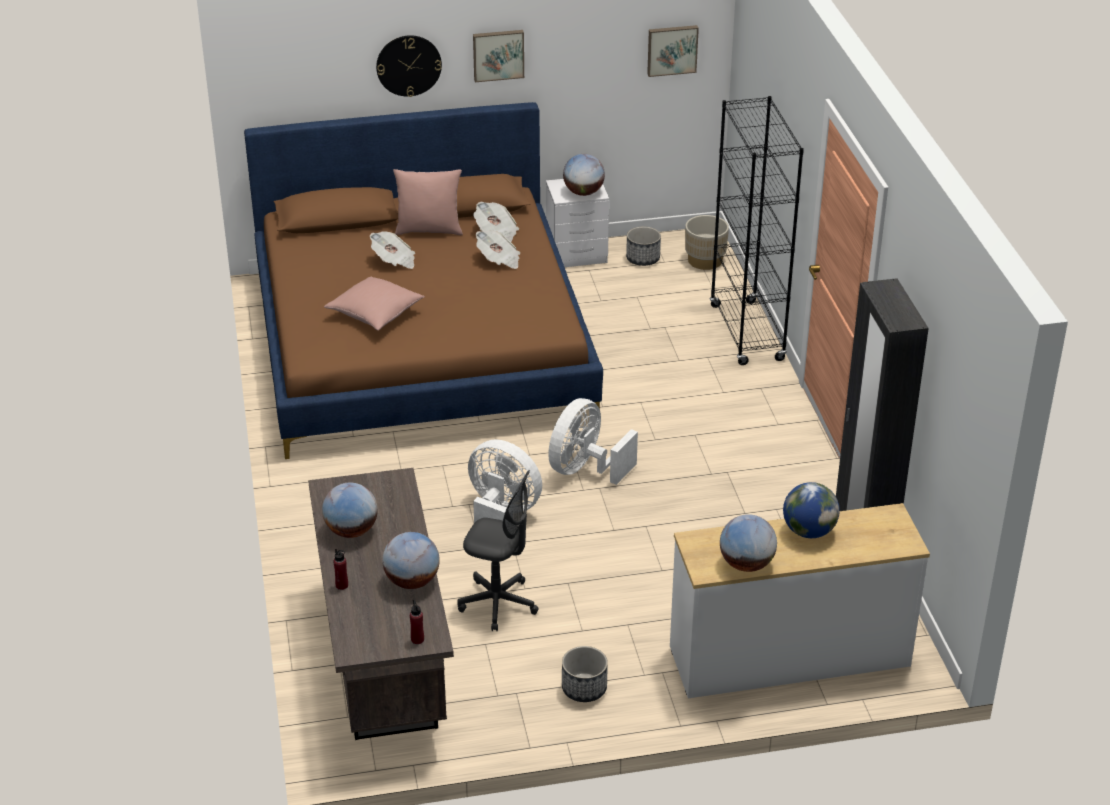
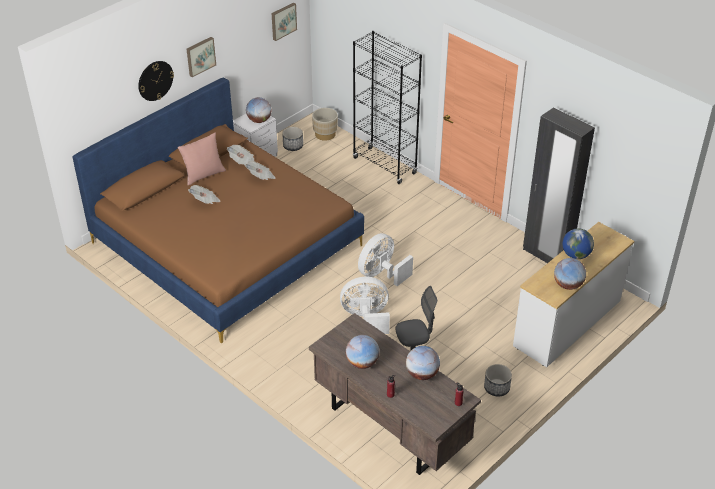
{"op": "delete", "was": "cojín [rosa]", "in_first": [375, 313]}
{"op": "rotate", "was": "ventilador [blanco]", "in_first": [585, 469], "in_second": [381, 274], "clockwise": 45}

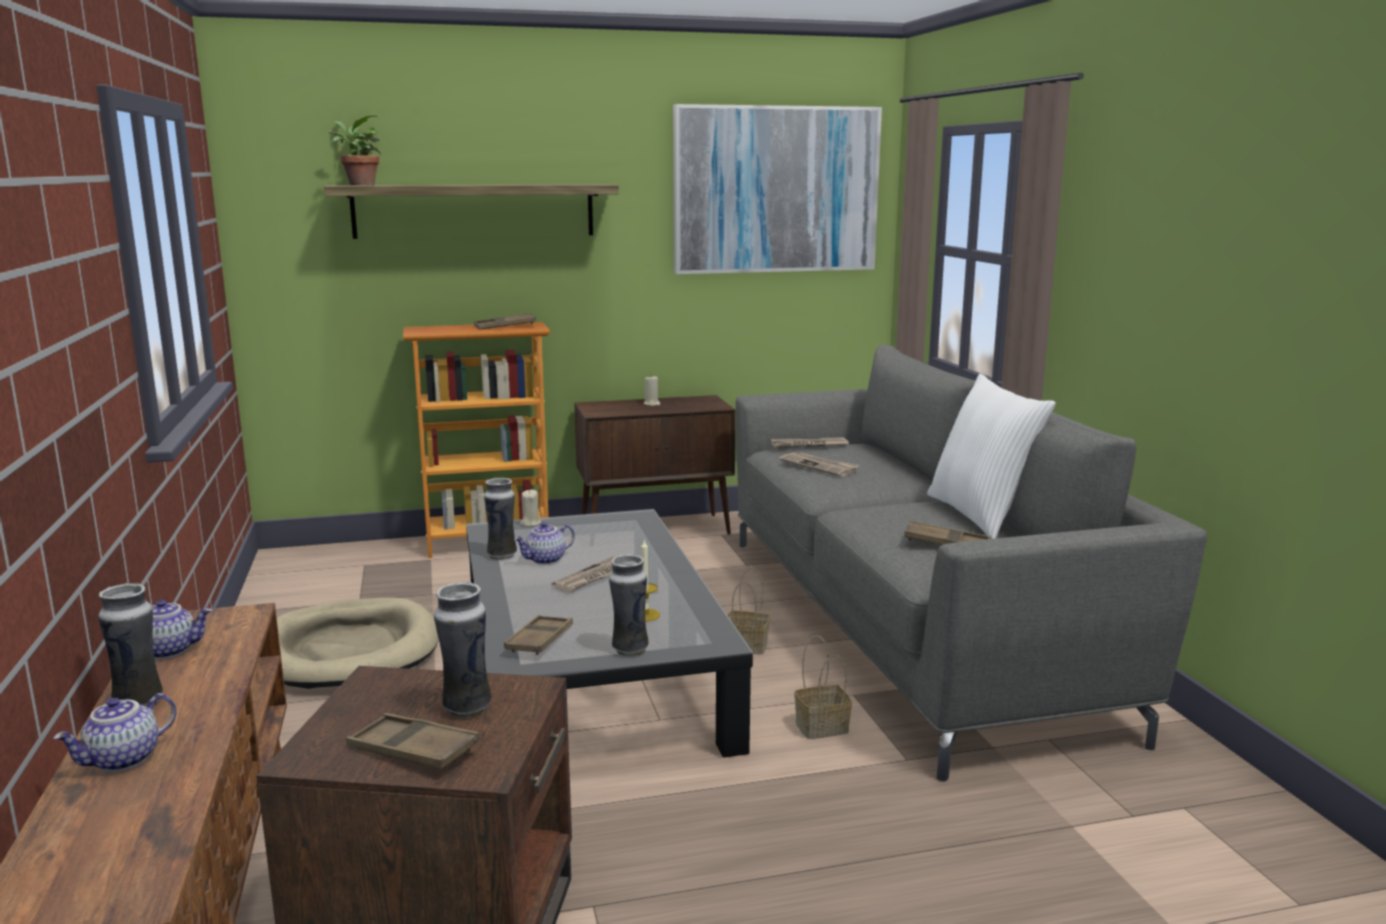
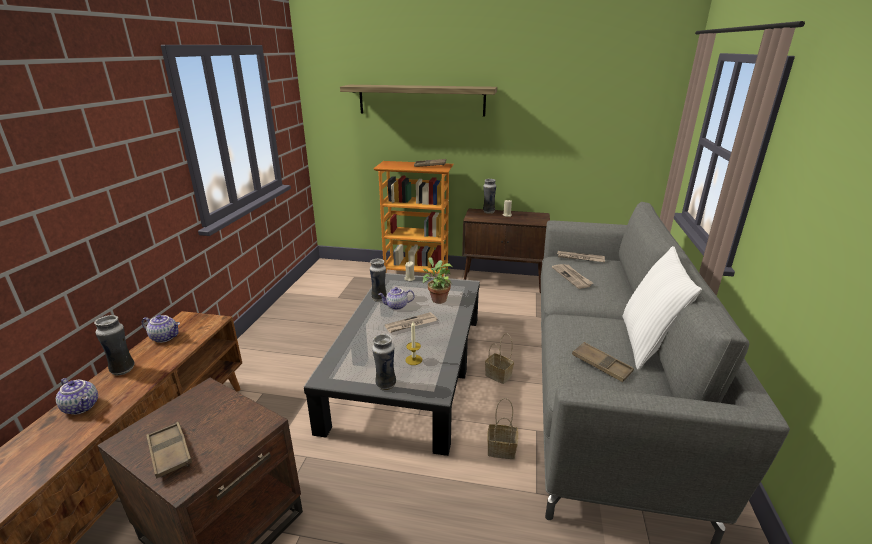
{"op": "delete", "was": "cama para perro [beis]", "in_first": [349, 651]}
{"op": "delete", "was": "bandeja [marrón]", "in_first": [539, 640]}
{"op": "delete", "was": "cuadro", "in_first": [775, 190]}
{"op": "move", "was": "planta en maceta", "in_first": [359, 185], "in_second": [437, 299]}
{"op": "move", "was": "florero", "in_first": [466, 708], "in_second": [488, 212]}
{"op": "rotate", "was": "tetera", "in_first": [123, 760], "in_second": [82, 407], "clockwise": -120}

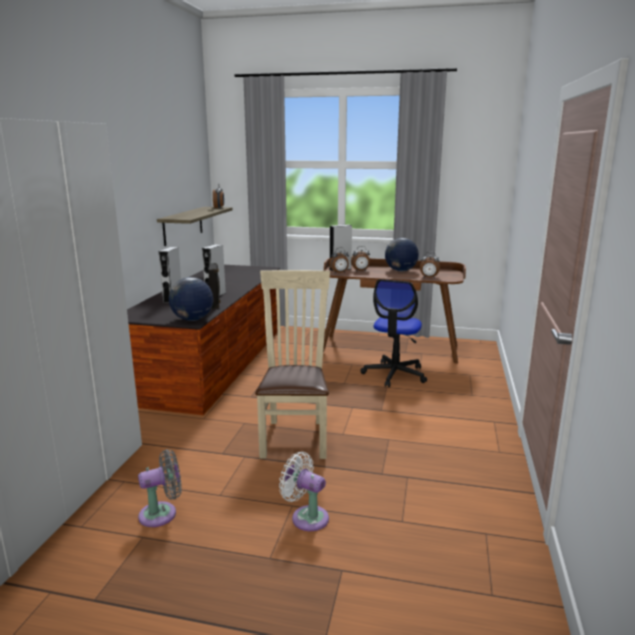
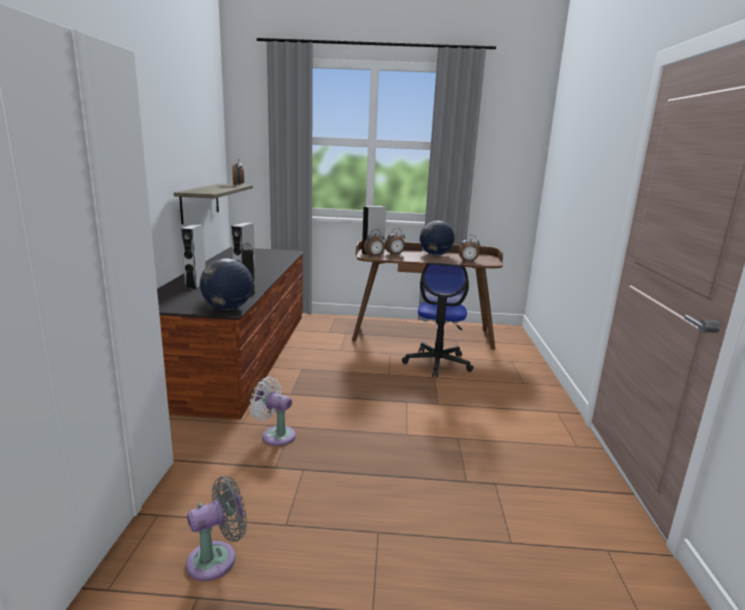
{"op": "delete", "was": "silla [beis]", "in_first": [295, 436]}
{"op": "move", "was": "ventilador [blanco]", "in_first": [306, 517], "in_second": [275, 435]}

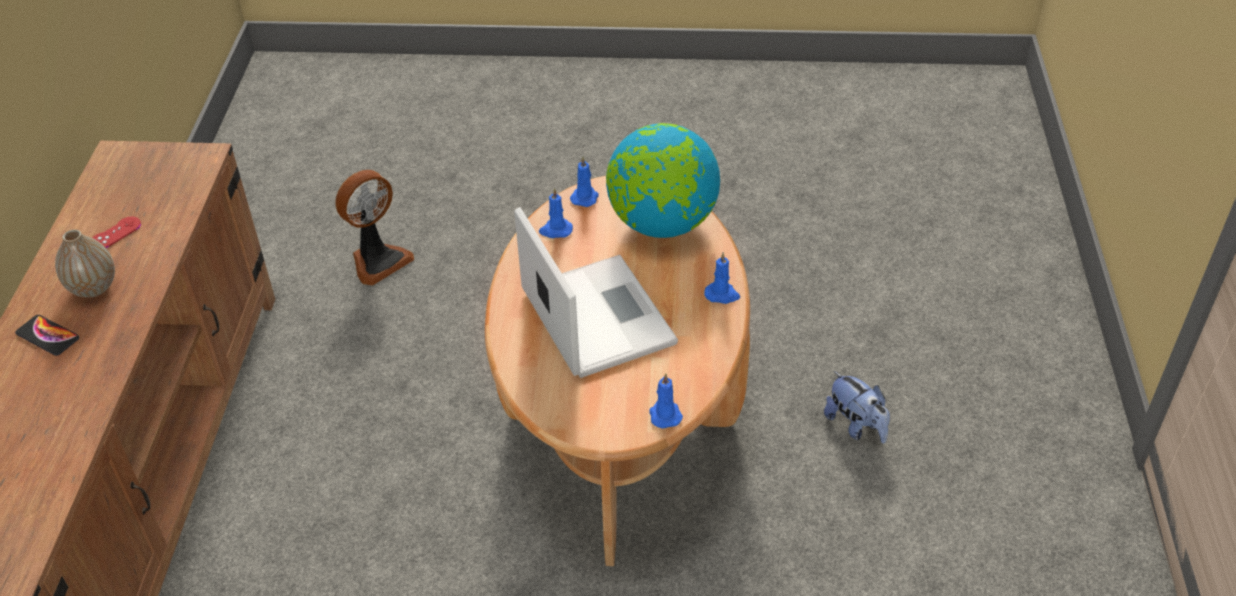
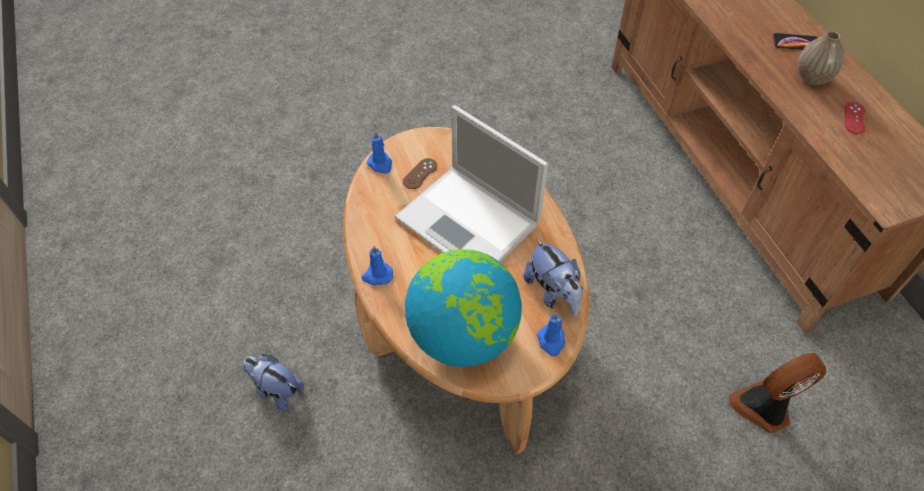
{"op": "insert", "now": "mando de consola [marrón]", "in_second": [420, 174]}
{"op": "replace", "was": "vela [azul]", "now": "peluche", "in_first": [555, 230], "in_second": [553, 292]}
{"op": "rotate", "was": "ventilador", "in_first": [378, 260], "in_second": [764, 408], "clockwise": 45}

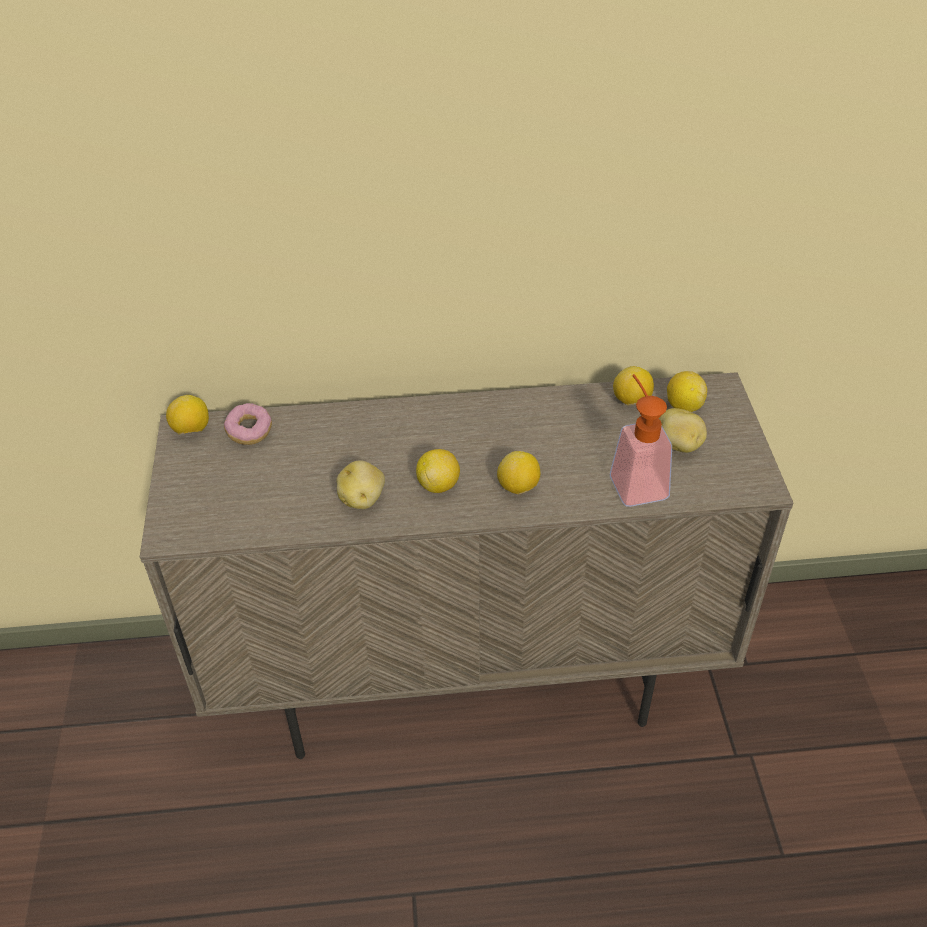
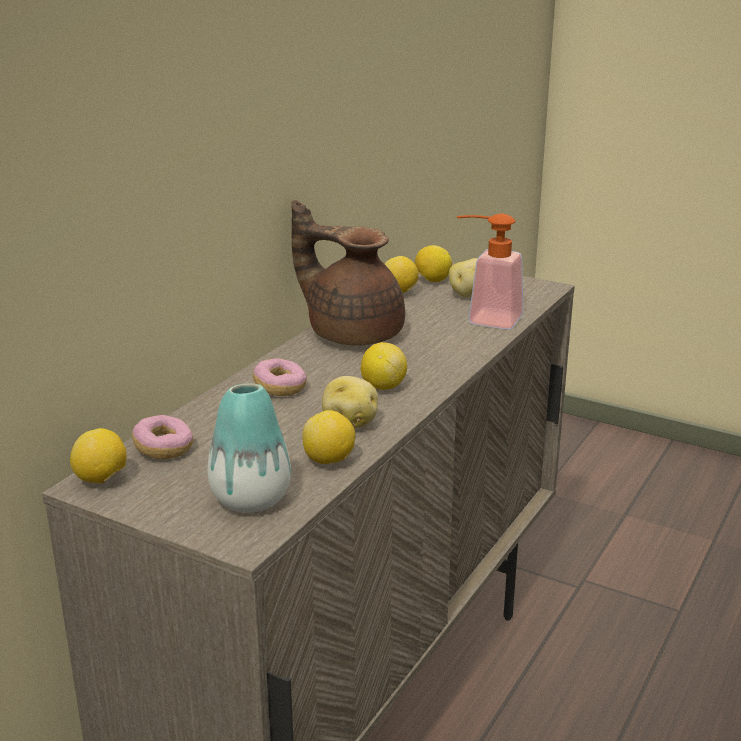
{"op": "insert", "now": "florero", "in_second": [251, 499]}
{"op": "insert", "now": "rosquilla", "in_second": [280, 388]}
{"op": "insert", "now": "tetera [marrón]", "in_second": [352, 332]}
{"op": "move", "was": "limón", "in_first": [518, 487], "in_second": [329, 460]}

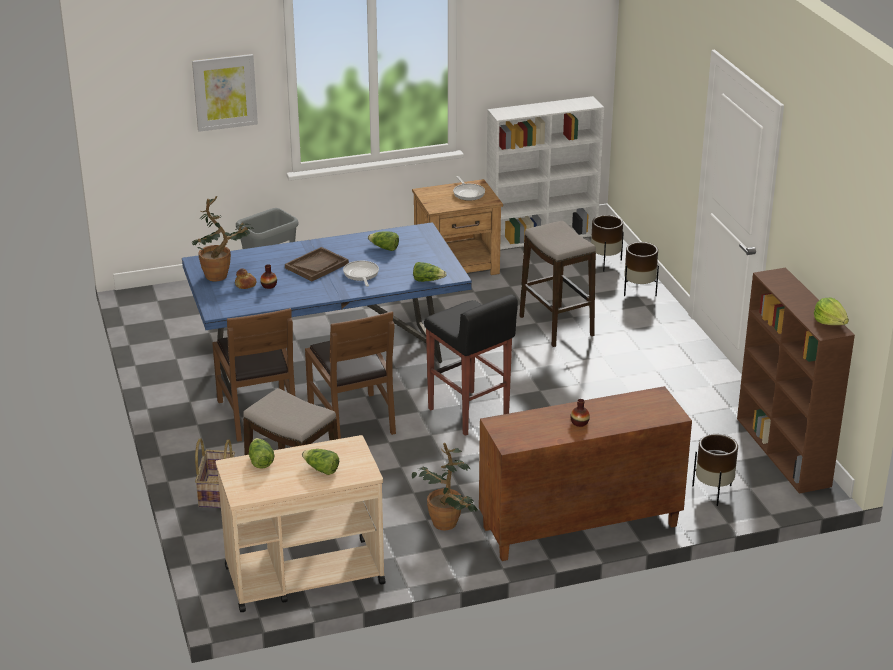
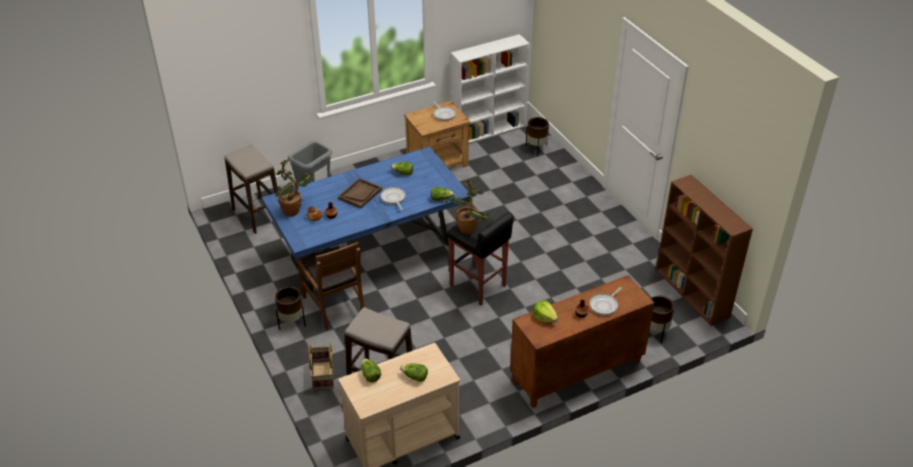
{"op": "delete", "was": "cuadro", "in_first": [225, 92]}
{"op": "delete", "was": "silla [marrón]", "in_first": [352, 419]}
{"op": "insert", "now": "sartén", "in_second": [604, 305]}
{"op": "move", "was": "planta en maceta", "in_first": [447, 527], "in_second": [469, 231]}
{"op": "move", "was": "taburete", "in_first": [556, 326], "in_second": [257, 216]}
{"op": "move", "was": "maceta [marrón]", "in_first": [639, 291], "in_second": [292, 322]}
{"op": "move", "was": "lechuga", "in_first": [830, 322], "in_second": [545, 317]}

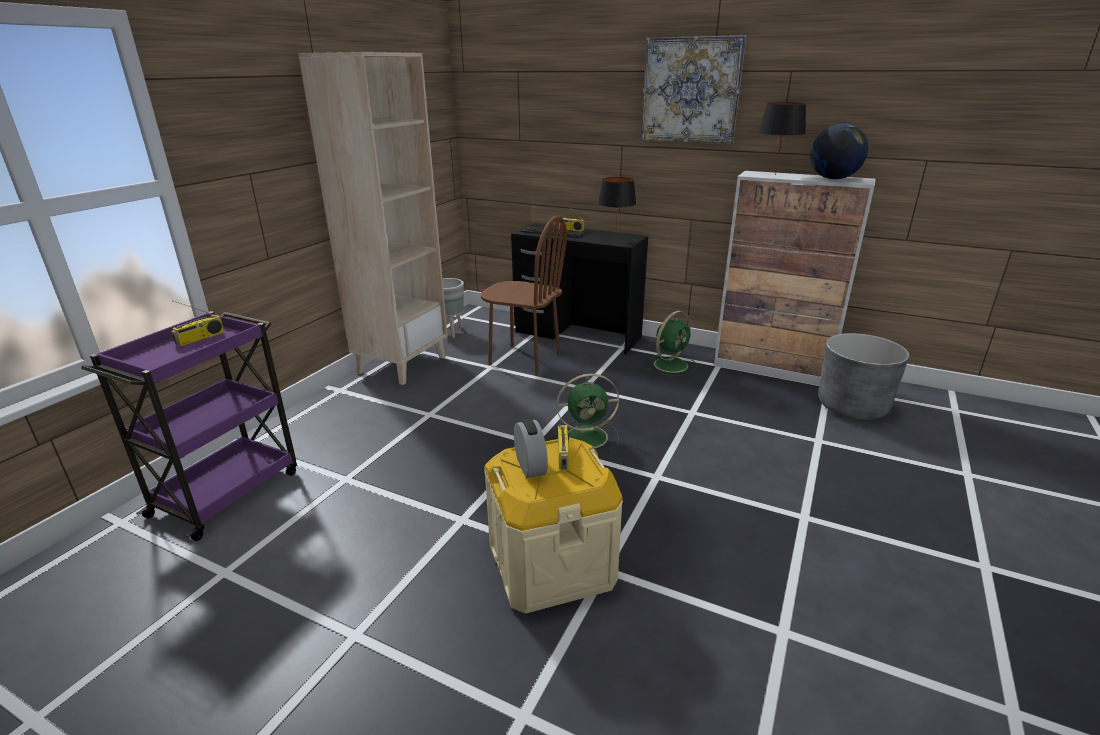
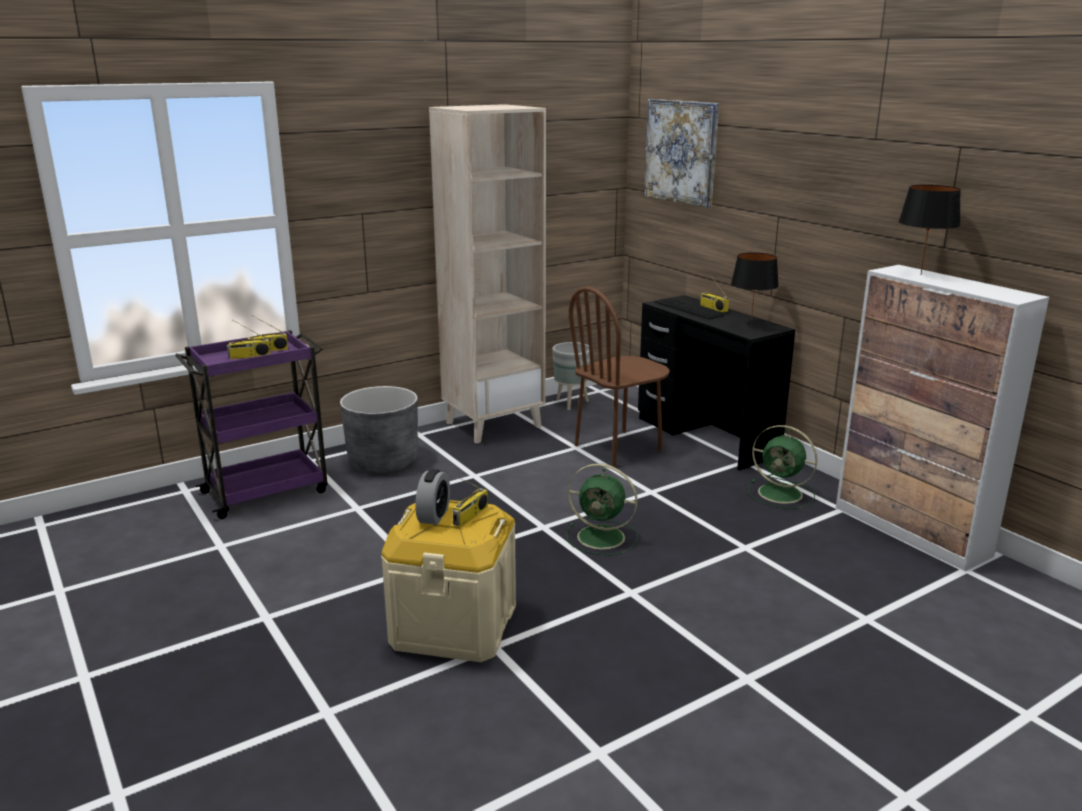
{"op": "delete", "was": "globo terráqueo", "in_first": [833, 179]}
{"op": "insert", "now": "radio", "in_second": [249, 356]}
{"op": "move", "was": "cuadro", "in_first": [690, 90], "in_second": [681, 152]}
{"op": "move", "was": "maceta [gris]", "in_first": [852, 406], "in_second": [383, 462]}
{"op": "rotate", "was": "silla [marrón]", "in_first": [524, 359], "in_second": [618, 448], "clockwise": 90}
{"op": "rotate", "was": "ventilador [verde]", "in_first": [671, 364], "in_second": [782, 494], "clockwise": 45}

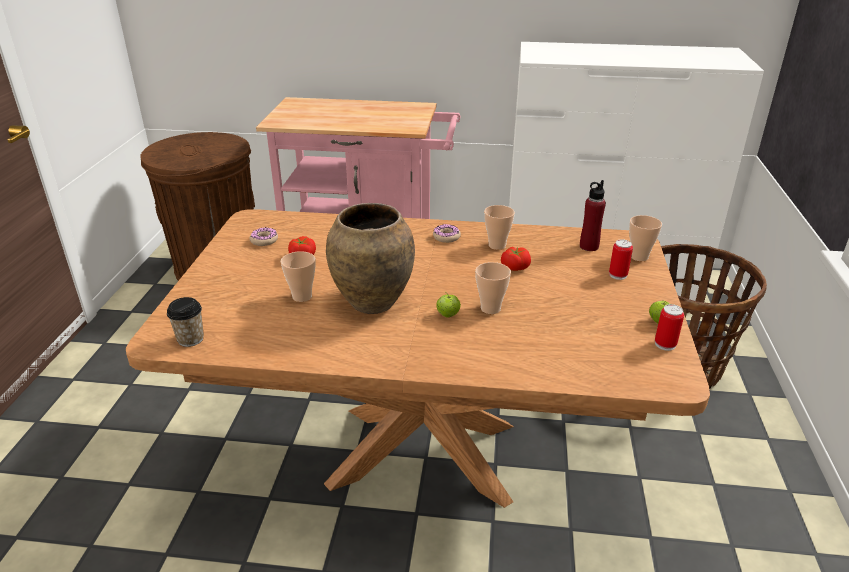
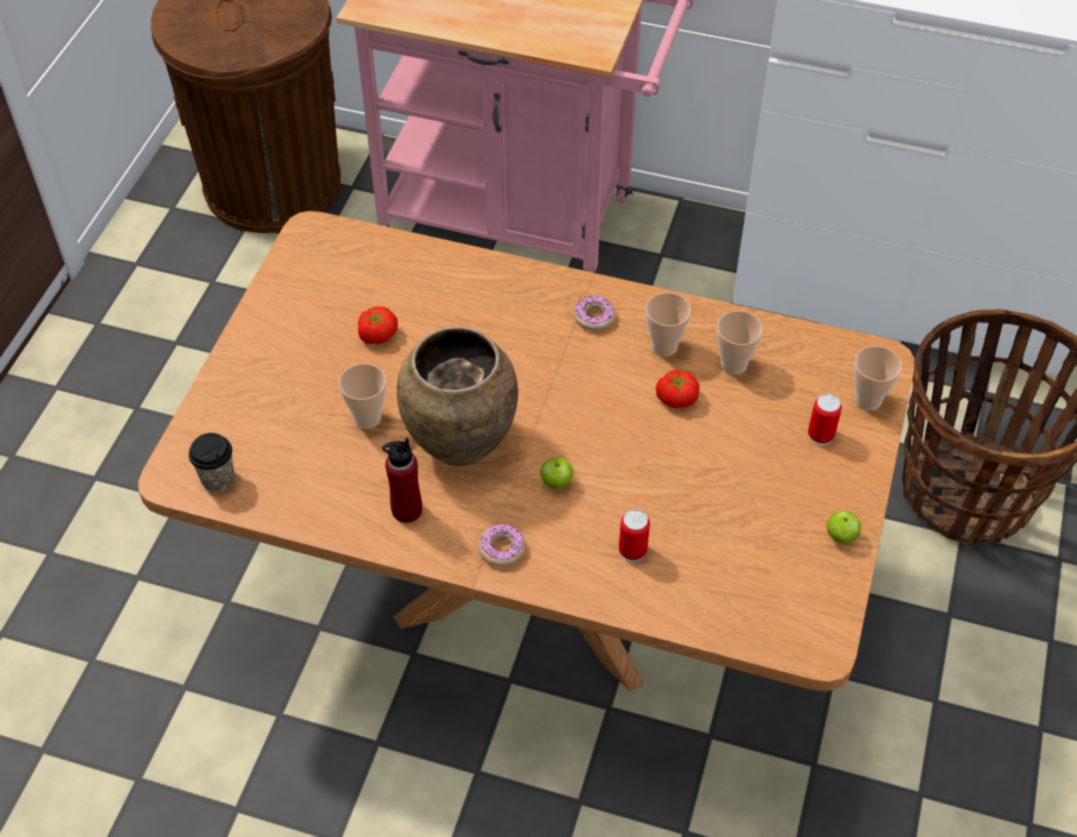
{"op": "move", "was": "rosquilla", "in_first": [264, 240], "in_second": [501, 549]}
{"op": "move", "was": "taza", "in_first": [490, 308], "in_second": [733, 365]}
{"op": "move", "was": "botella [rojo]", "in_first": [589, 246], "in_second": [406, 510]}
{"op": "move", "was": "lata", "in_first": [665, 344], "in_second": [632, 550]}

